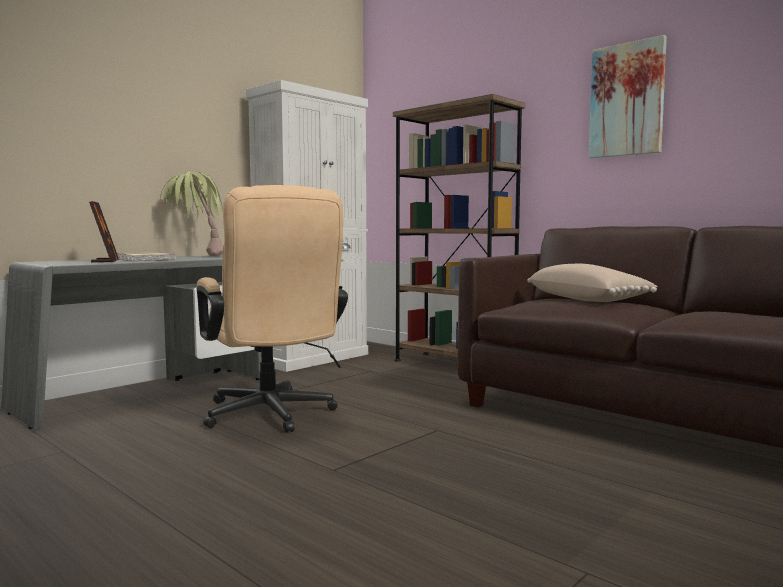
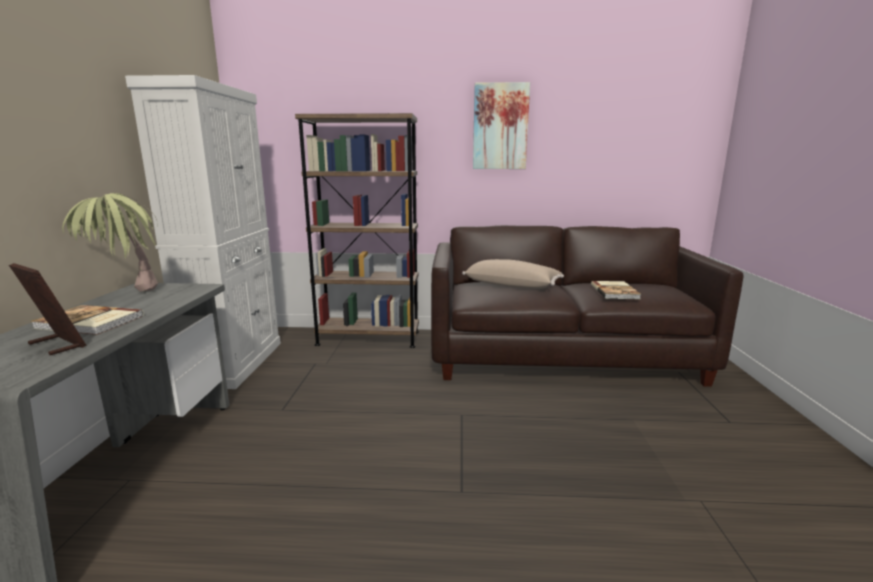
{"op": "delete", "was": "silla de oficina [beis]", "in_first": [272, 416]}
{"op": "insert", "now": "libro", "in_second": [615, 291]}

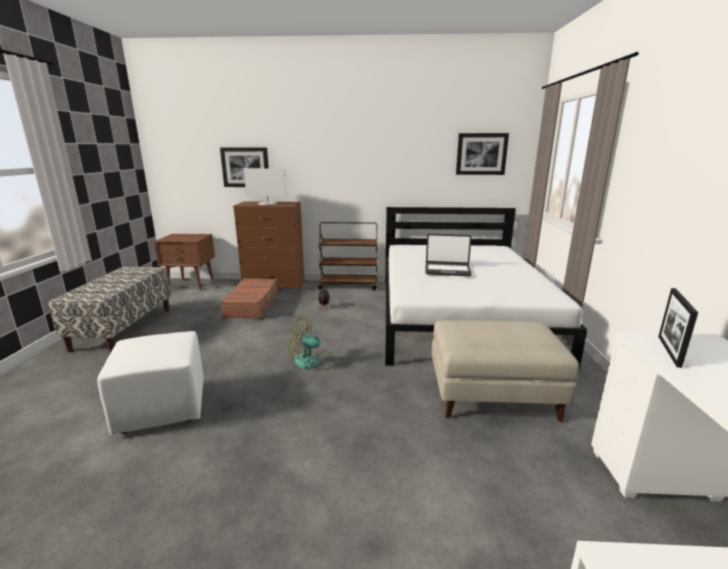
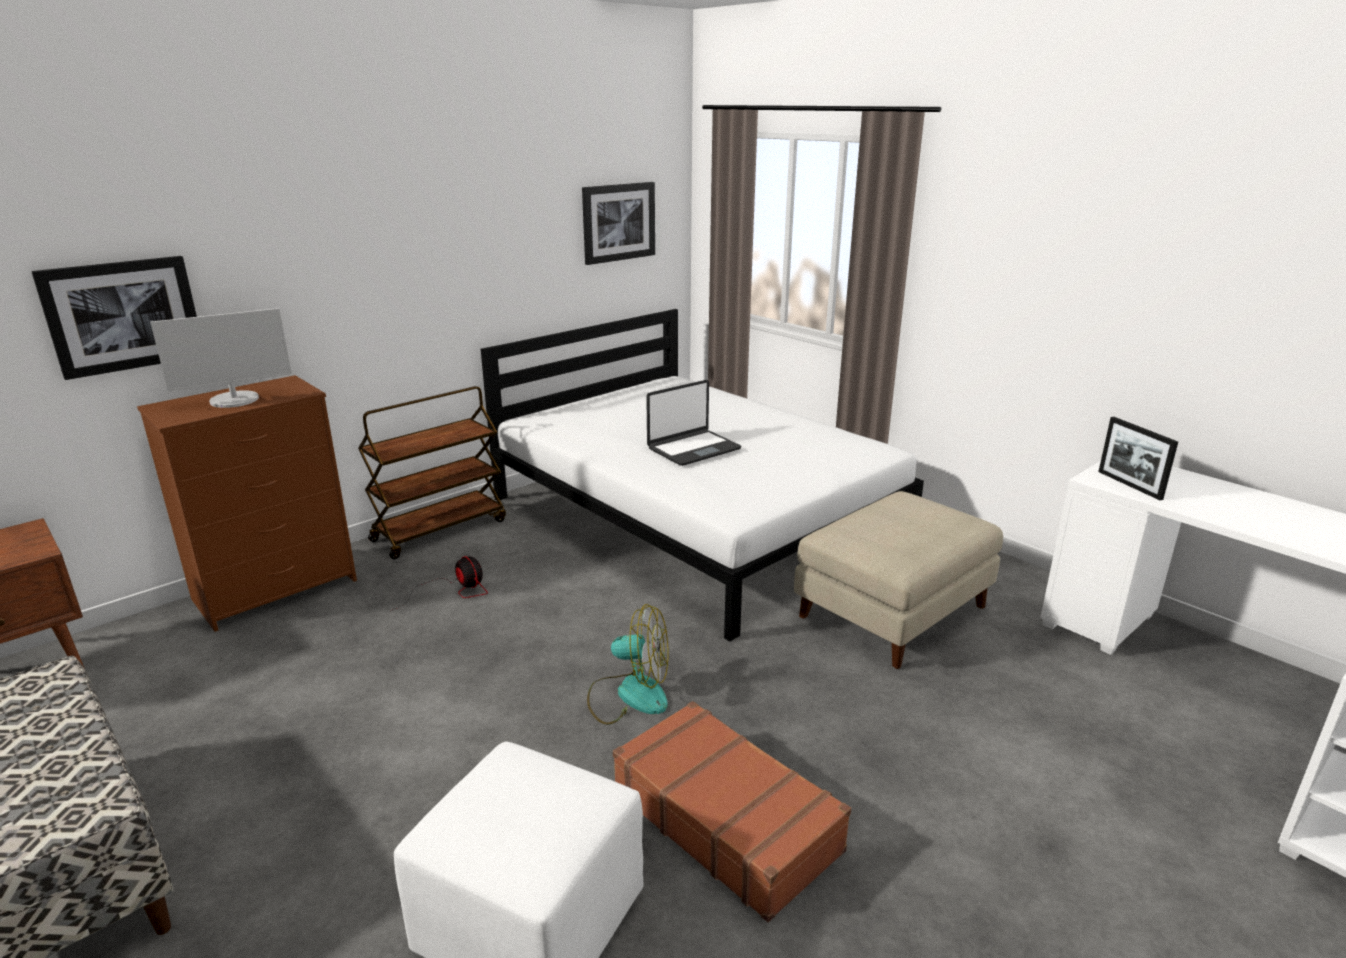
{"op": "move", "was": "maleta [marrón]", "in_first": [253, 305], "in_second": [726, 819]}
{"op": "rotate", "was": "ventilador", "in_first": [312, 362], "in_second": [629, 695], "clockwise": -135}

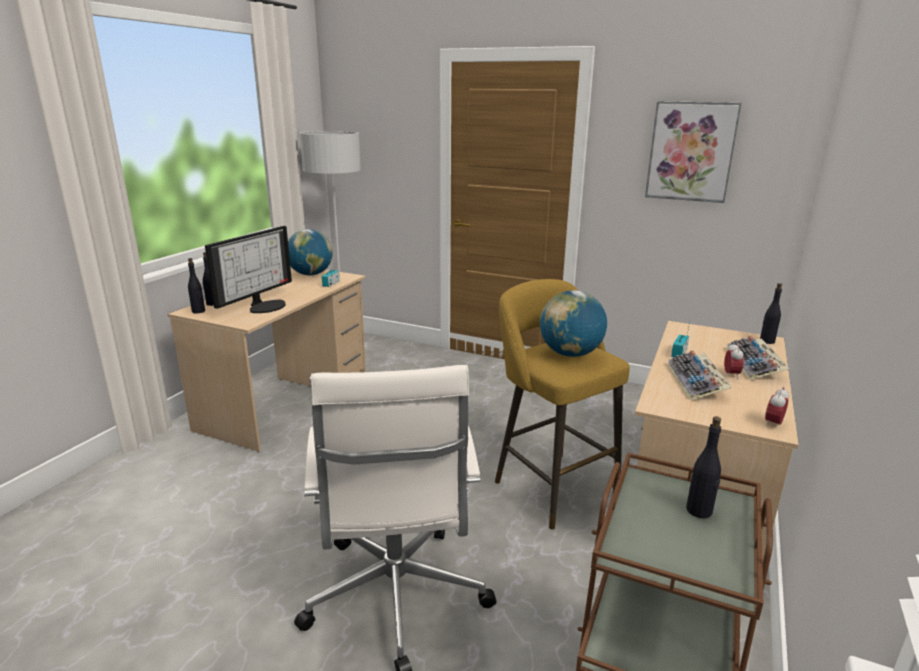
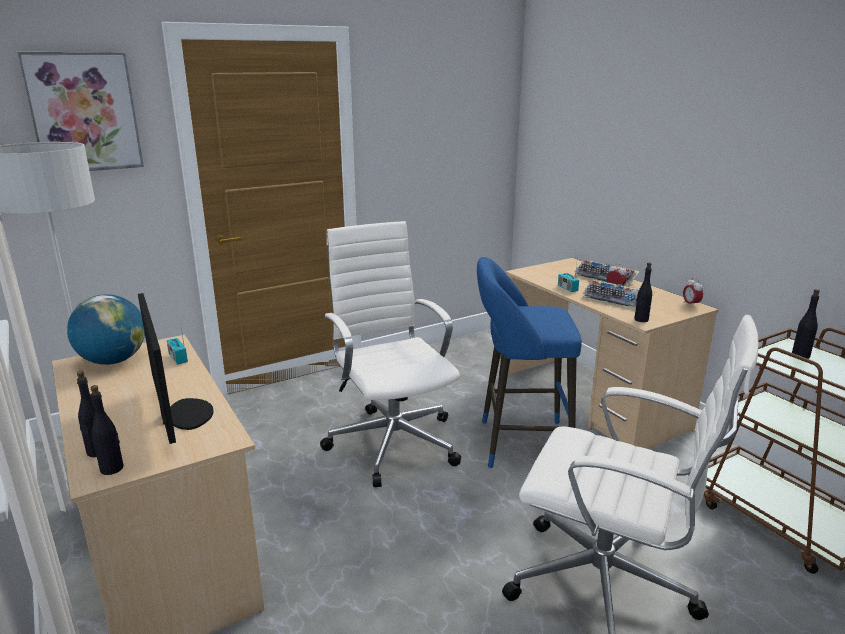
{"op": "delete", "was": "globo terráqueo", "in_first": [570, 354]}
{"op": "insert", "now": "silla de oficina [blanco]", "in_second": [393, 441]}
{"op": "move", "was": "cuadro", "in_first": [691, 151], "in_second": [84, 112]}
{"op": "move", "was": "botella [negro]", "in_first": [766, 341], "in_second": [641, 319]}
{"op": "recolor", "was": "taburete [amarillo]", "now": "taburete [azul]", "in_first": [551, 485], "in_second": [518, 443]}

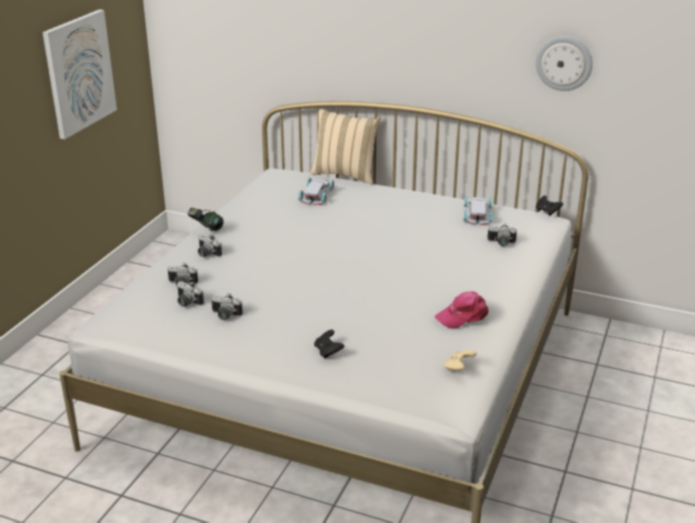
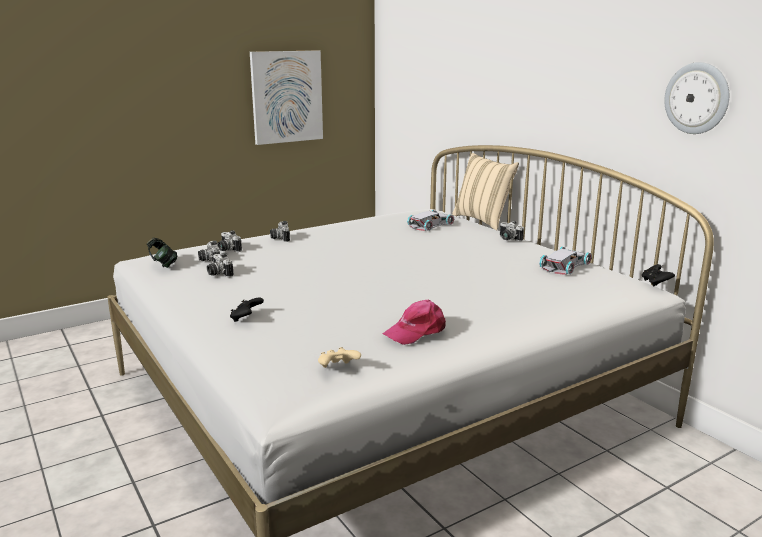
{"op": "move", "was": "auriculares", "in_first": [206, 229], "in_second": [163, 265]}
{"op": "move", "was": "cámara", "in_first": [501, 243], "in_second": [507, 239]}
{"op": "rotate", "was": "gorra [rosa]", "in_first": [463, 316], "in_second": [416, 331], "clockwise": -45}

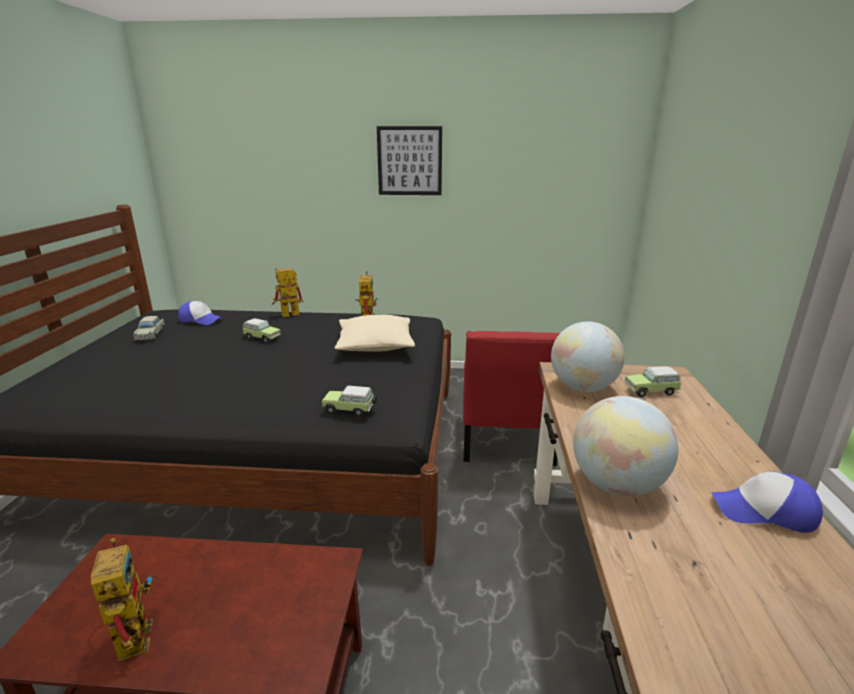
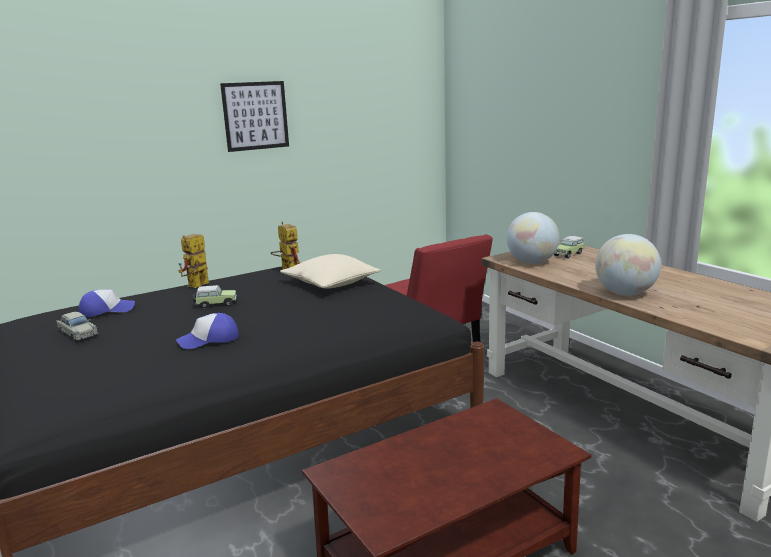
{"op": "delete", "was": "robot de juguete", "in_first": [132, 633]}
{"op": "delete", "was": "coche de juguete", "in_first": [350, 410]}
{"op": "move", "was": "gorra", "in_first": [764, 511], "in_second": [209, 340]}

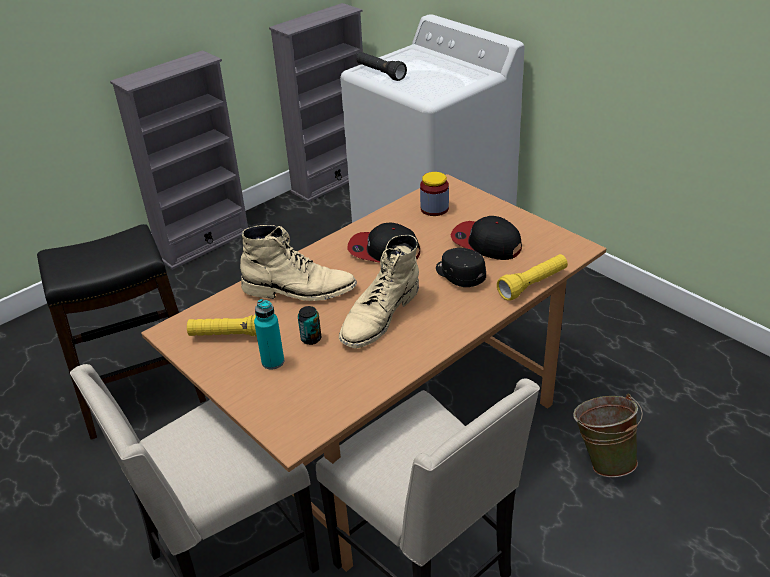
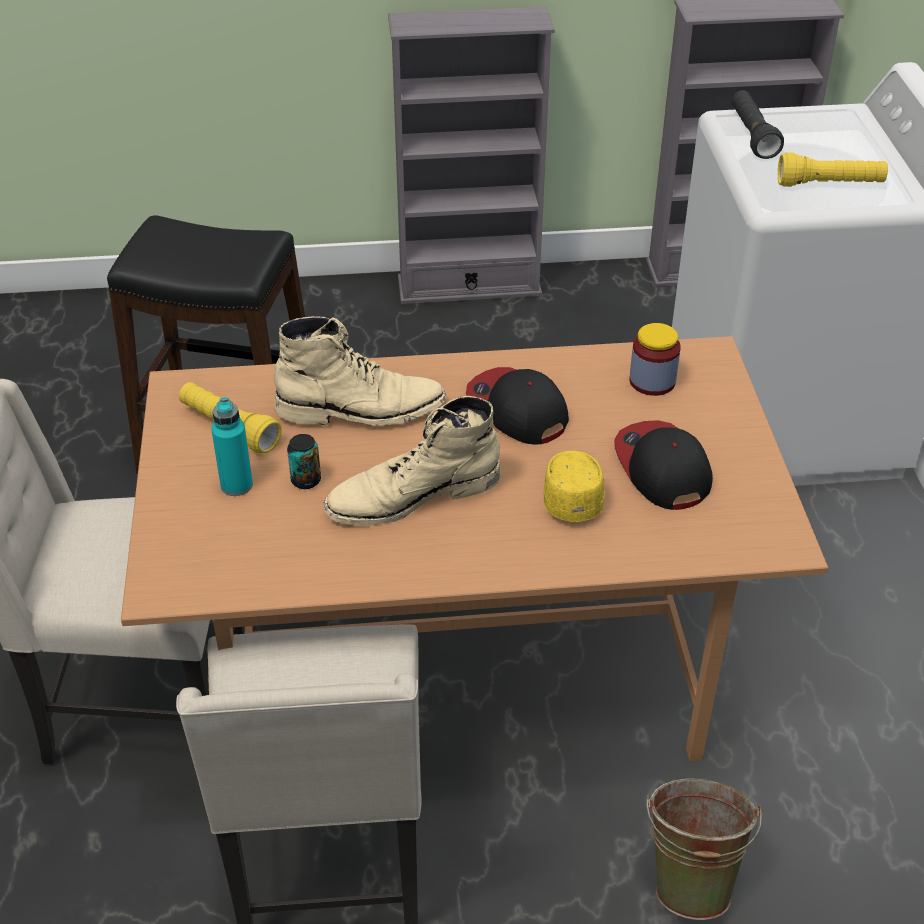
{"op": "move", "was": "linterna [amarillo]", "in_first": [533, 285], "in_second": [829, 185]}
{"op": "recolor", "was": "gorra [negro]", "now": "gorra [amarillo]", "in_first": [459, 275], "in_second": [571, 495]}
{"op": "rotate", "was": "bota [beis]", "in_first": [299, 290], "in_second": [361, 410], "clockwise": -45}

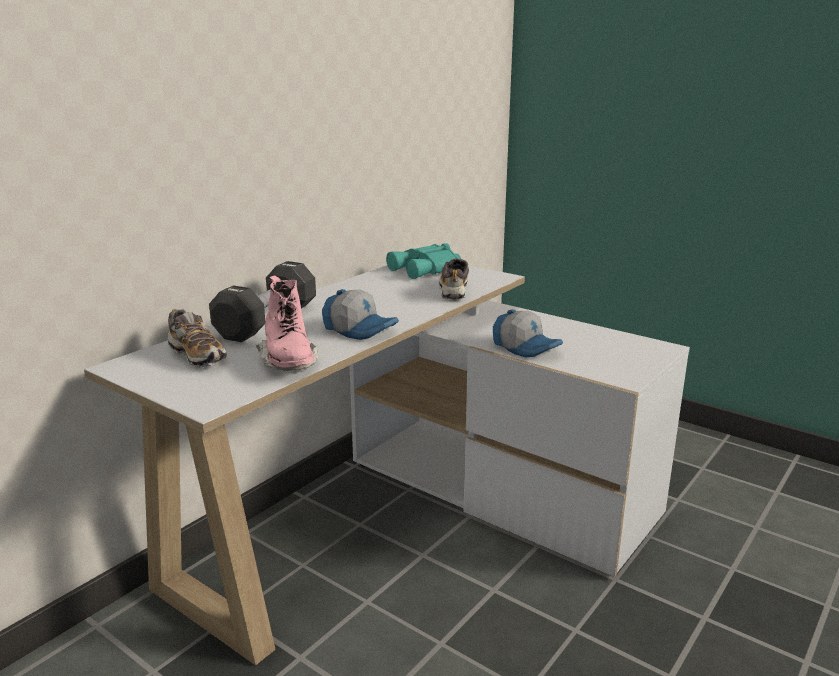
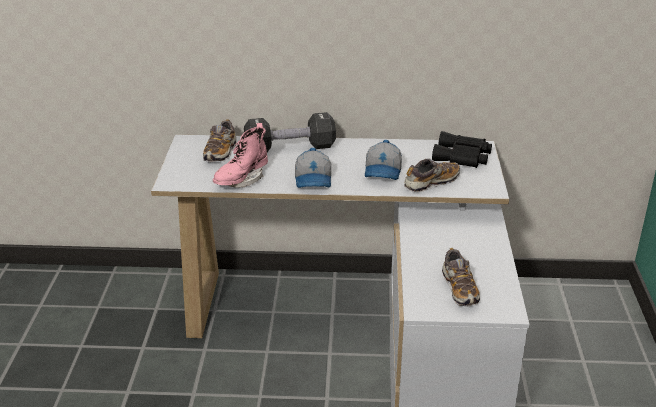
{"op": "insert", "now": "zapato", "in_second": [459, 289]}
{"op": "move", "was": "gorra", "in_first": [526, 347], "in_second": [384, 171]}
{"op": "recolor", "was": "prismáticos [turquesa]", "now": "prismáticos [negro]", "in_first": [427, 269], "in_second": [462, 157]}

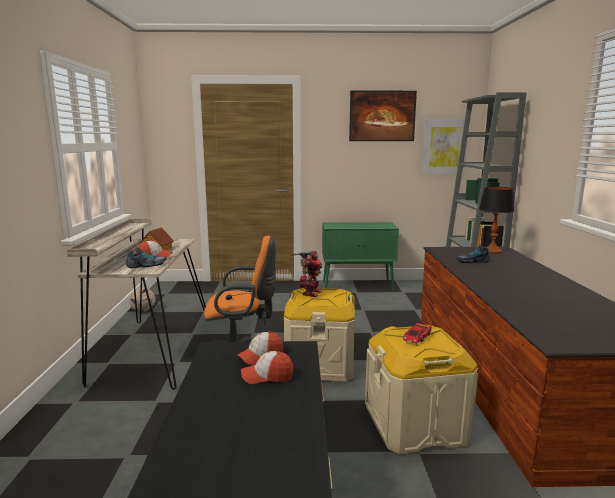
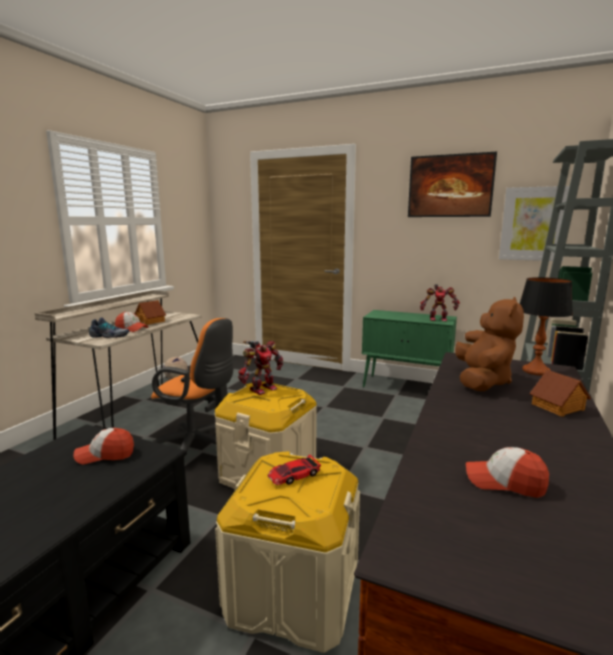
{"op": "insert", "now": "robot de juguete", "in_second": [438, 319]}
{"op": "insert", "now": "casita", "in_second": [558, 407]}
{"op": "move", "was": "gorra", "in_first": [267, 376], "in_second": [504, 482]}
{"op": "replace", "was": "zapato", "now": "peluche [marrón]", "in_first": [472, 261], "in_second": [482, 381]}

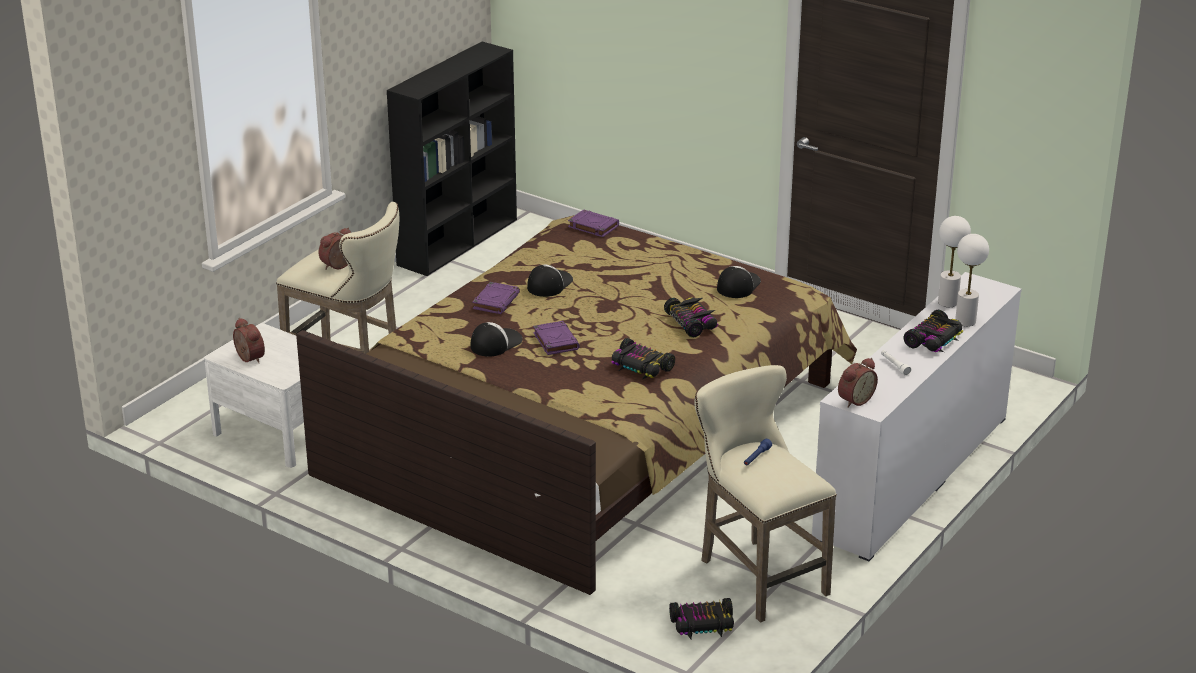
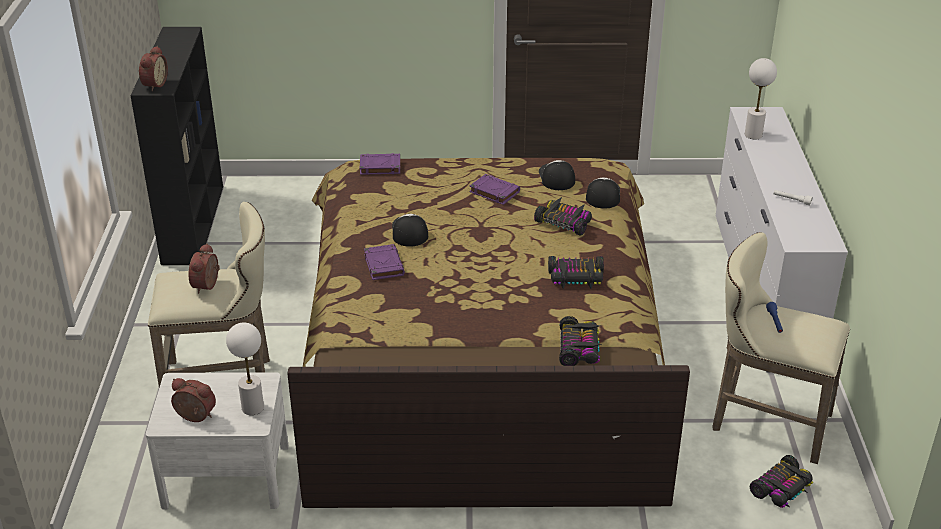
{"op": "move", "was": "gorra", "in_first": [495, 343], "in_second": [602, 195]}
{"op": "move", "was": "libro [morado]", "in_first": [555, 341], "in_second": [494, 192]}
{"op": "move", "was": "despertador", "in_first": [854, 400], "in_second": [153, 84]}
{"op": "move", "was": "coche de juguete", "in_first": [934, 340], "in_second": [579, 349]}
{"op": "move", "was": "lámpara de mesa [blanco]", "in_first": [965, 321], "in_second": [253, 408]}

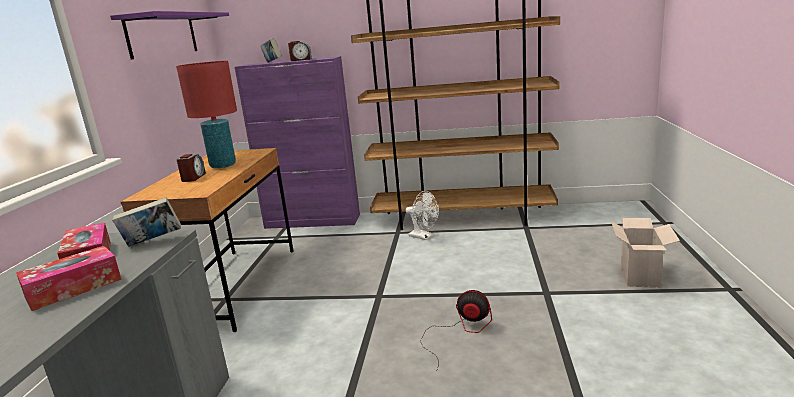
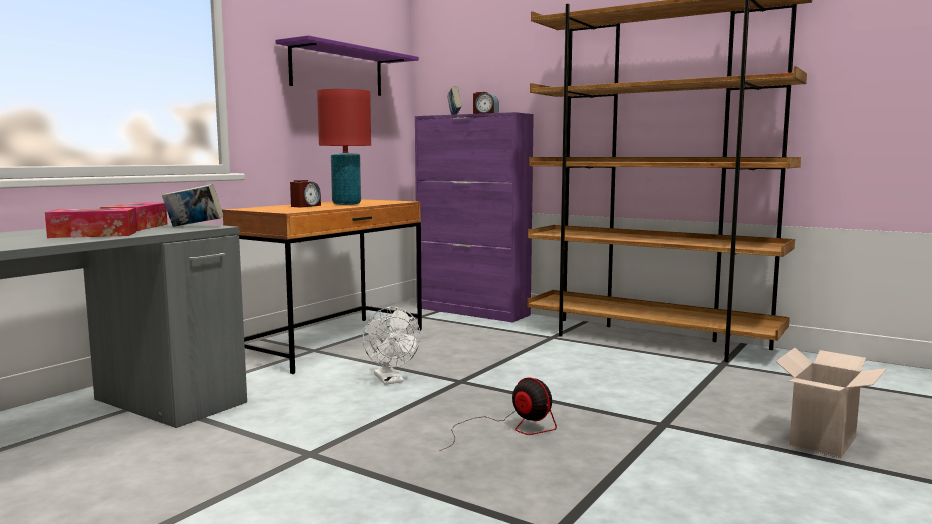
{"op": "move", "was": "ventilador [blanco]", "in_first": [424, 237], "in_second": [391, 380]}

